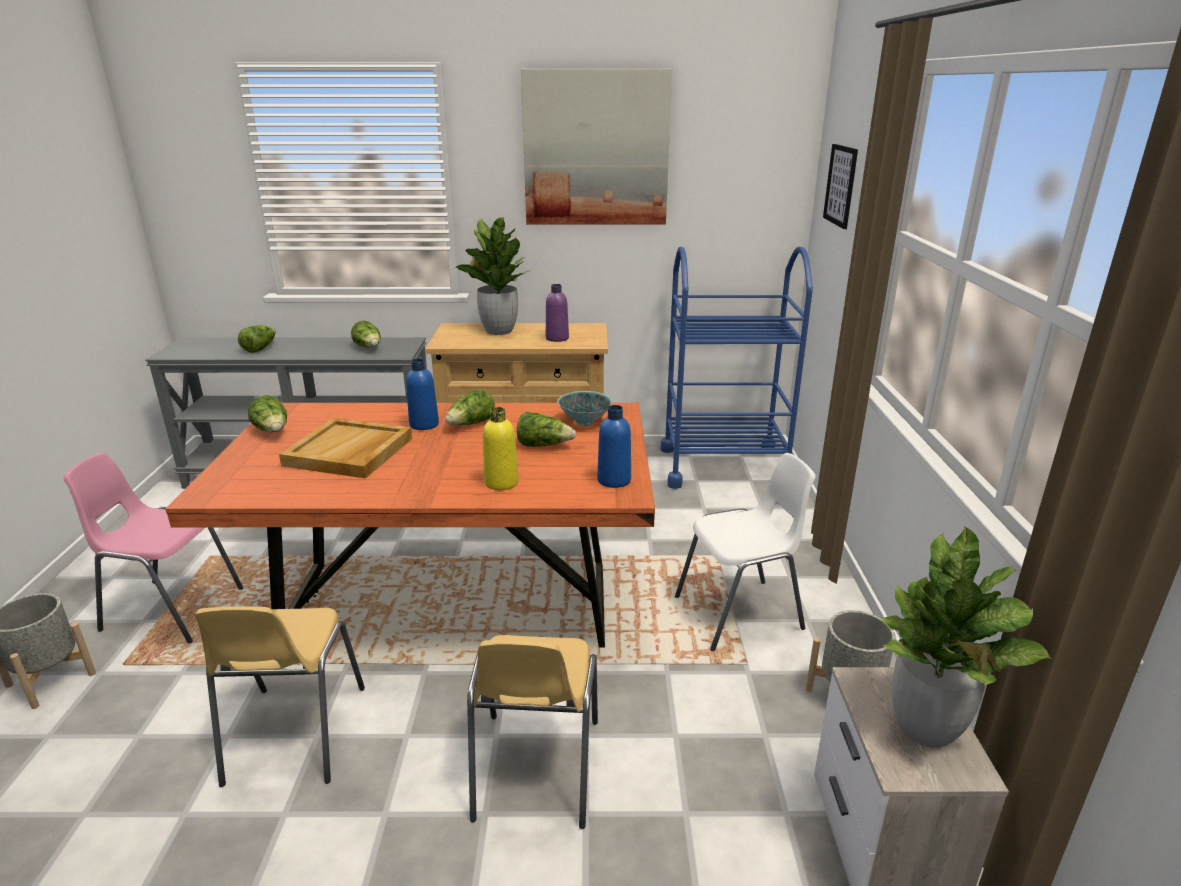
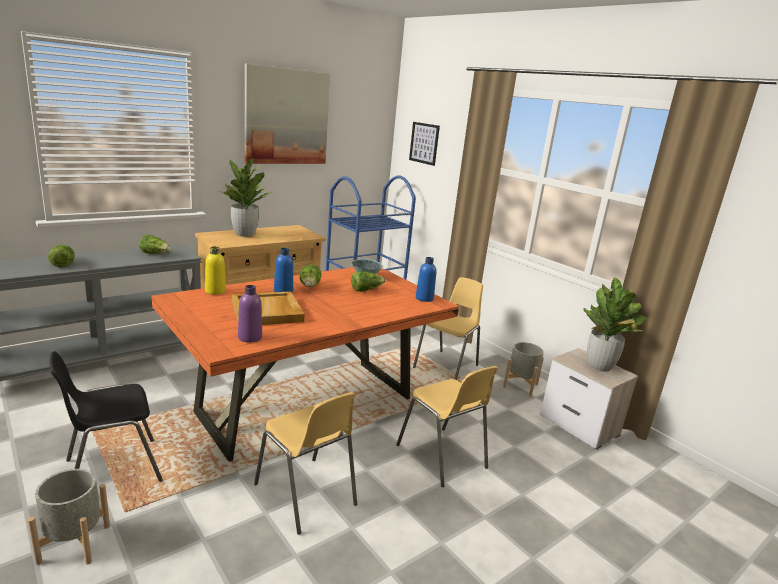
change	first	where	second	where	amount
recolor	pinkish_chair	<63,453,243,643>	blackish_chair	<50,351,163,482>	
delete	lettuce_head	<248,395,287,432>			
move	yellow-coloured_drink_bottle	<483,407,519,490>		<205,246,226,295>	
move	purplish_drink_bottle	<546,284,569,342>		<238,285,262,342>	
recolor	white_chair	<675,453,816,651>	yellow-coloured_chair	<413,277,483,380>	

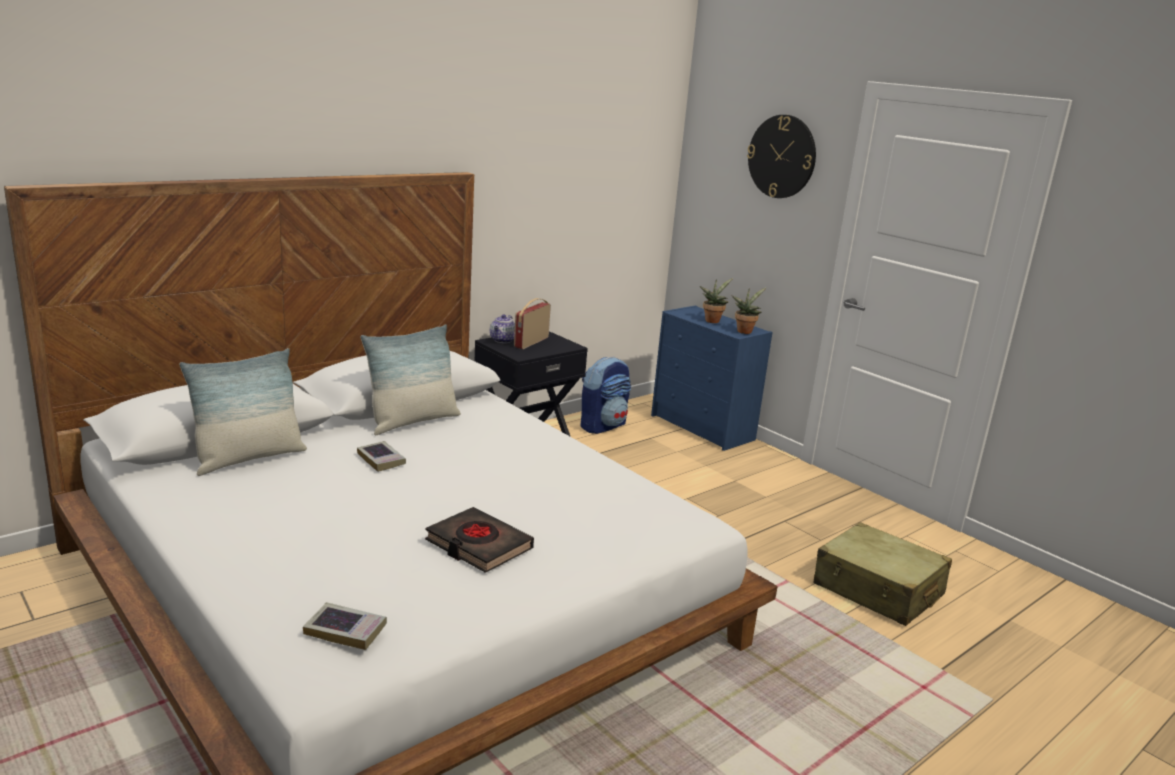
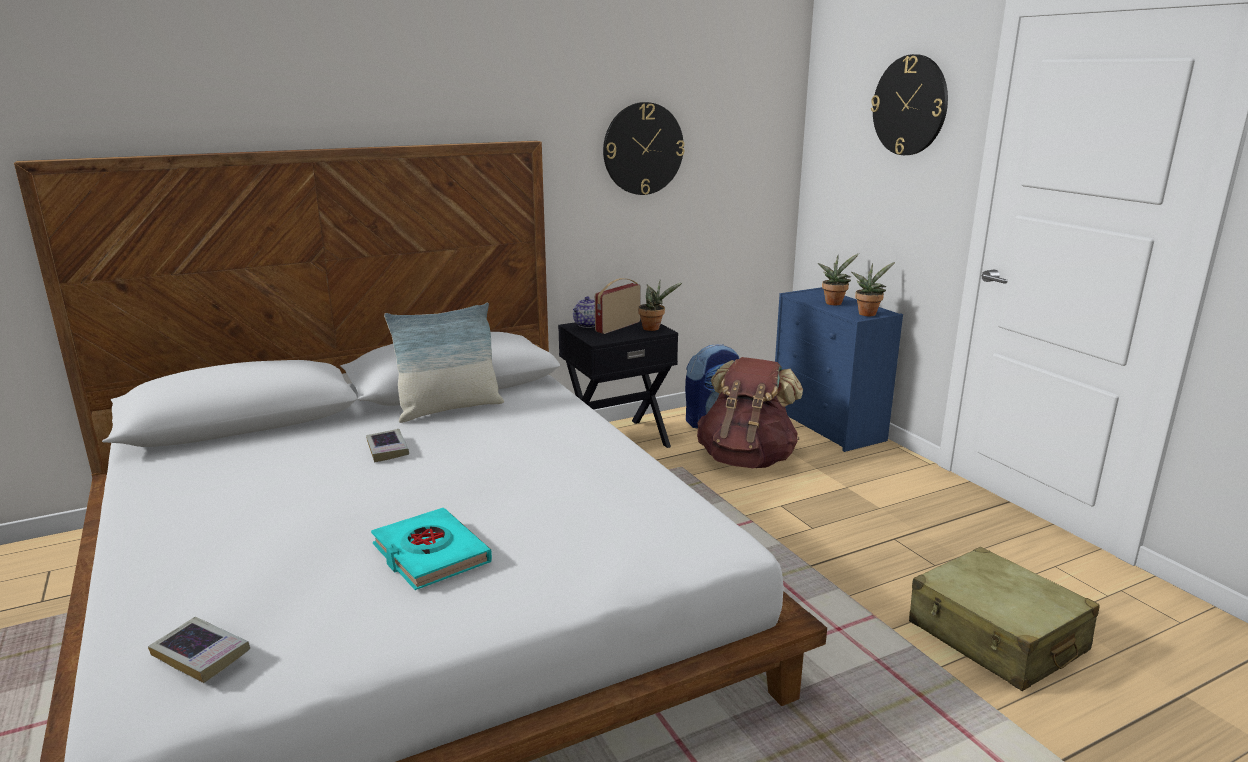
change	first	where	second	where	amount
delete	cushion	<179,348,307,476>			
recolor	blackish_book	<425,507,534,573>	turquoise-coloured_book	<371,508,492,590>	
insert			clock_on_the_wall	<603,102,684,195>	
insert			plant_in_a_pot	<638,280,683,331>	
insert			brown_backpack	<697,357,803,468>	

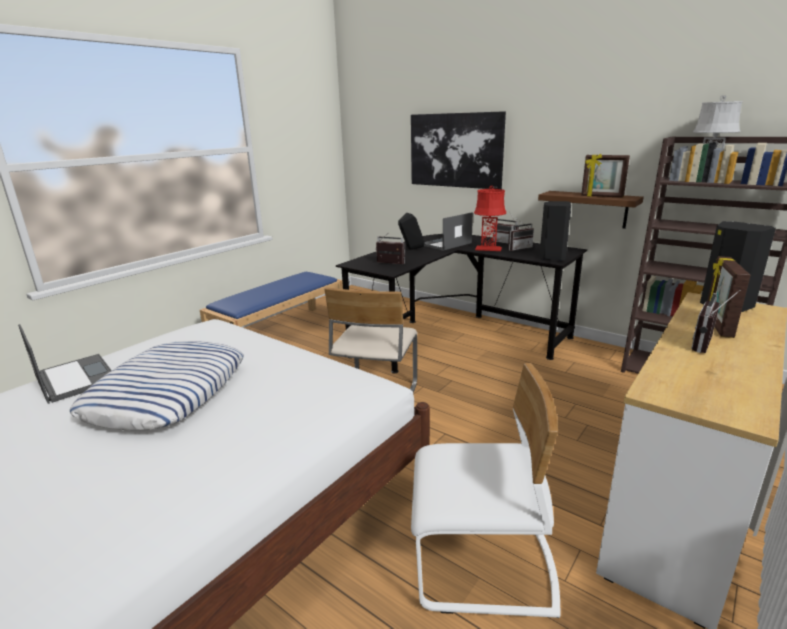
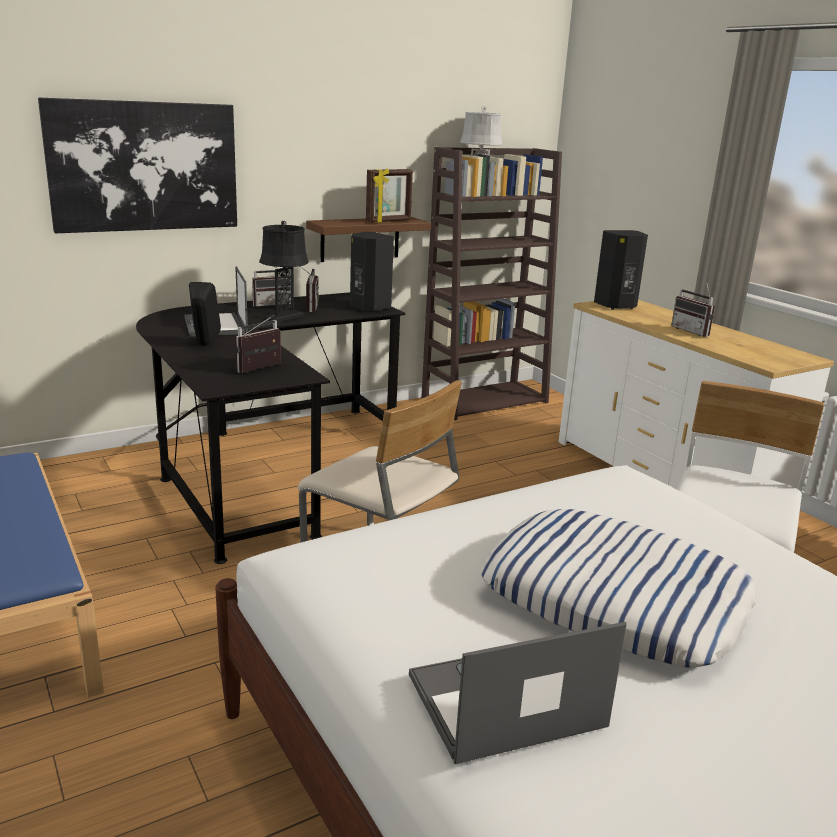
change	first	where	second	where	amount
recolor	red-coloured_tabletop_lamp	<474,186,506,251>	blackish_tabletop_lamp	<259,221,309,322>	
delete	photo_frame	<707,256,751,338>			

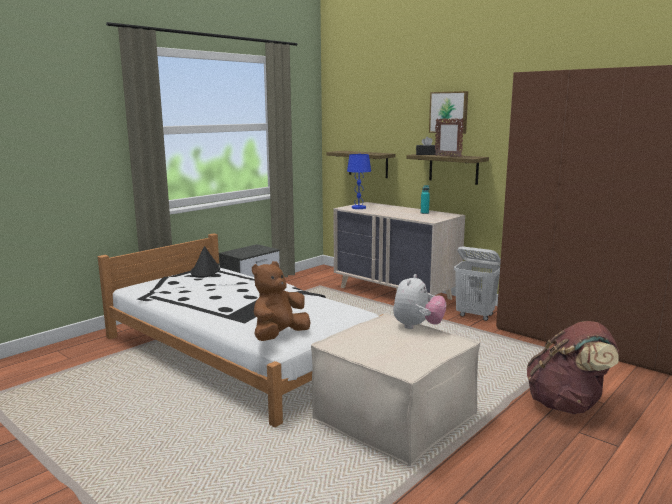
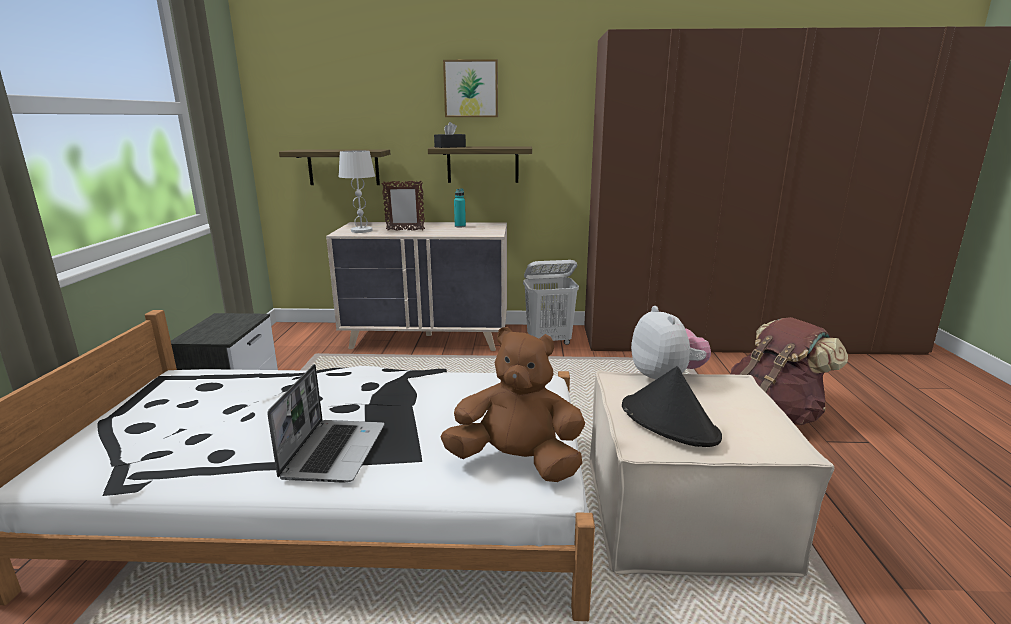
change	first	where	second	where	amount
move	blackish_hat	<191,246,220,278>		<622,366,722,447>	
rotate	brown_cuddly_toy	<252,261,311,341>		<441,327,585,482>	105 degrees clockwise
recolor	blue-coloured_tabletop_lamp	<347,154,371,209>	white_tabletop_lamp	<339,151,375,233>	
move	photo_frame	<435,118,464,157>		<382,181,425,231>	
insert			laptop	<267,364,384,483>	

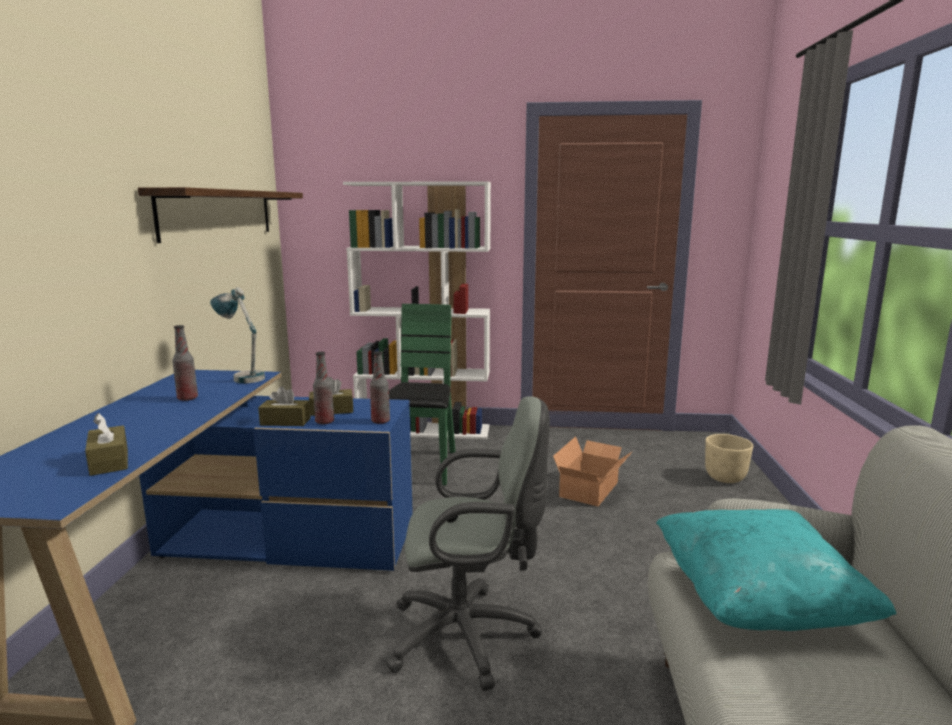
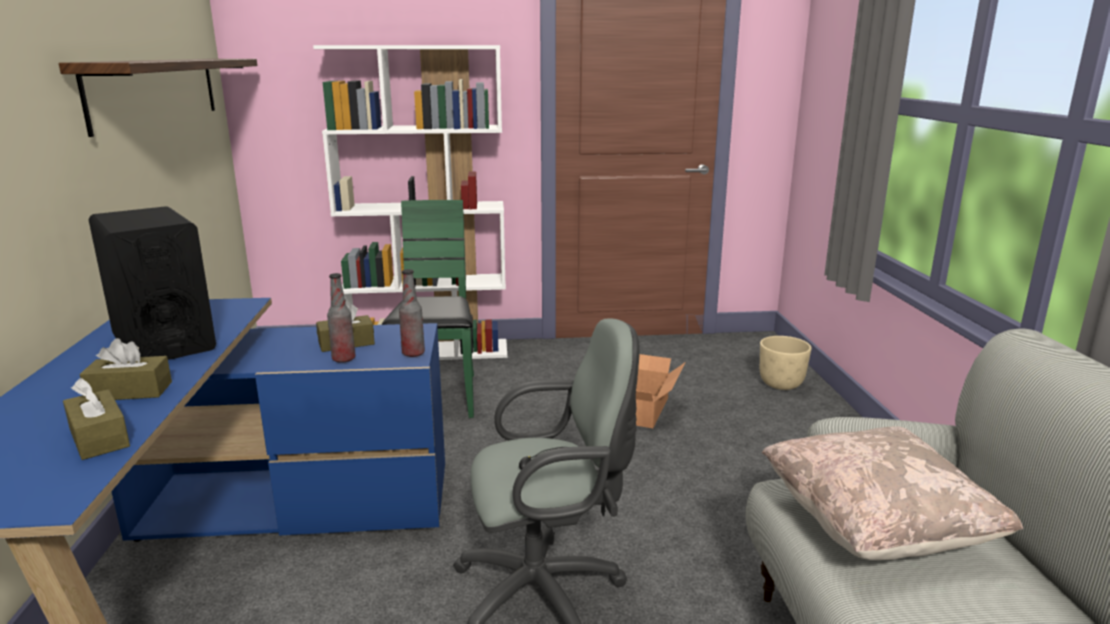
change	first	where	second	where	amount
replace	drink_bottle	<172,325,198,401>	blackish_speaker	<89,206,216,360>	
delete	tabletop_lamp	<210,287,265,383>			
move	brown_tissue_holder	<258,386,311,426>		<80,338,172,400>	
recolor	turquoise-coloured_cushion	<656,509,896,631>	beige_cushion	<762,426,1023,560>	

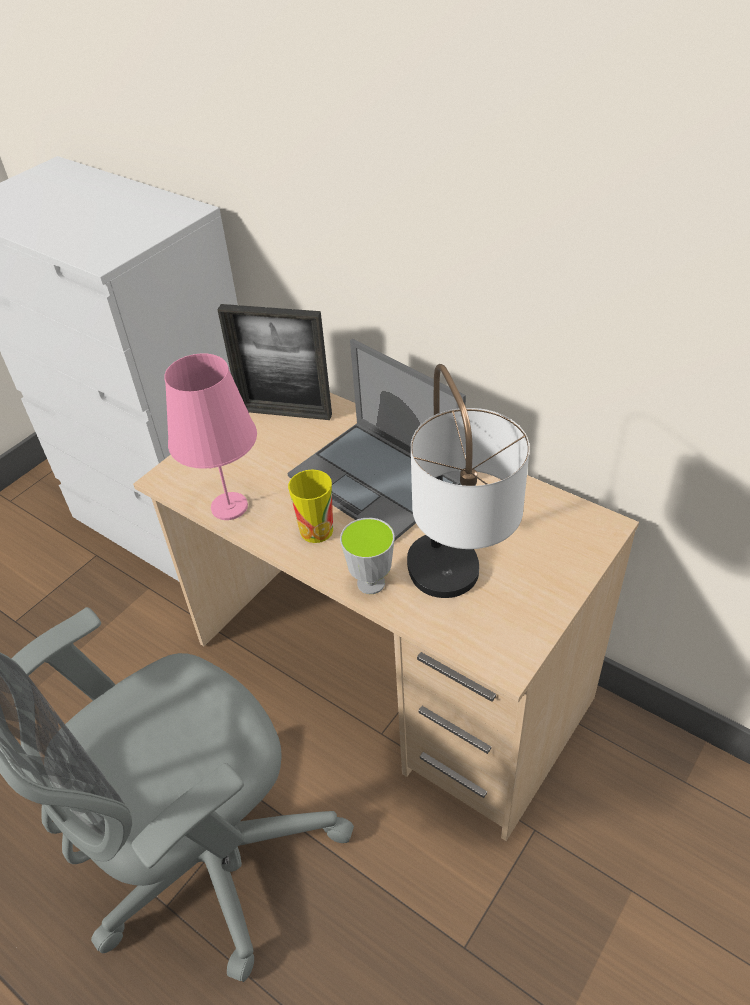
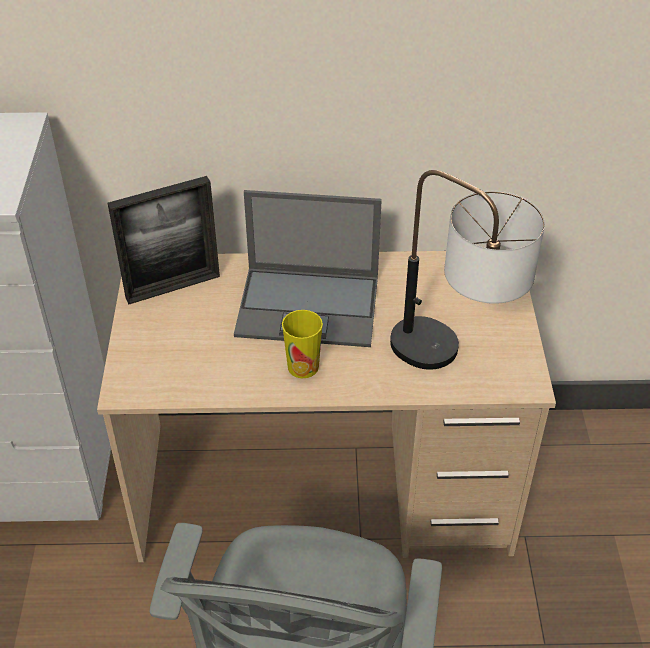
change	first	where	second	where	amount
delete	pinkish_tabletop_lamp	<164,353,257,520>			
delete	drinking_cup	<340,518,395,594>			

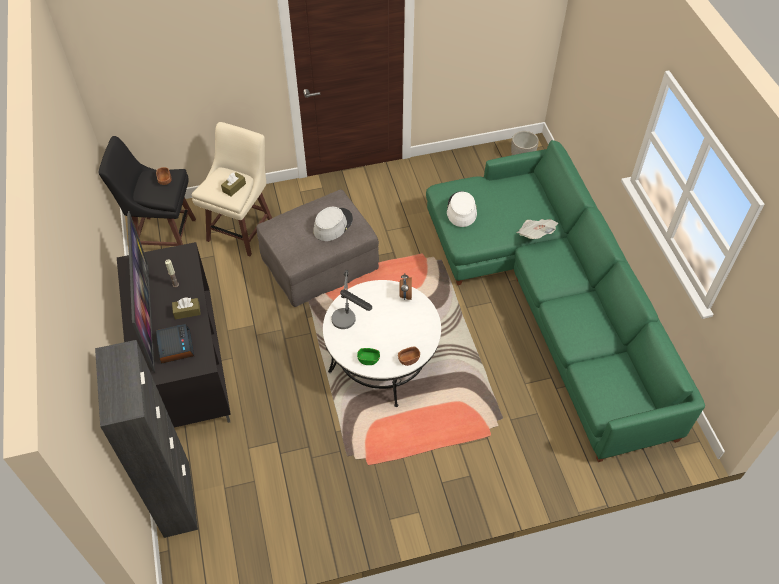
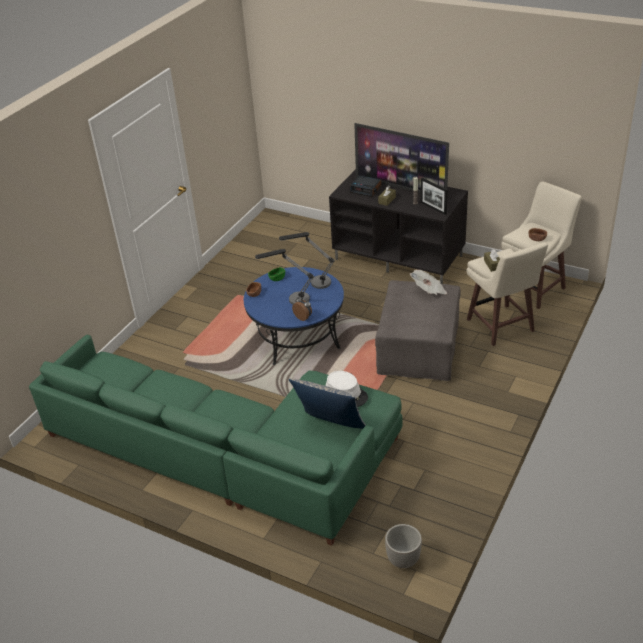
change	first	where	second	where	amount
delete	blackish_cupboard	<95,340,198,538>			
recolor	blackish_stool	<98,136,196,246>	beige_stool	<501,181,582,309>	
delete	gray_hat	<313,207,353,241>			
recolor	white_low_table	<323,280,441,407>	blue-coloured_low_table	<244,267,344,365>	
move	daily_paper	<517,219,558,239>		<410,270,447,295>	
insert			tabletop_lamp	<255,249,314,304>	
insert			cushion	<289,378,366,429>	
insert			photo_frame	<421,178,448,215>	

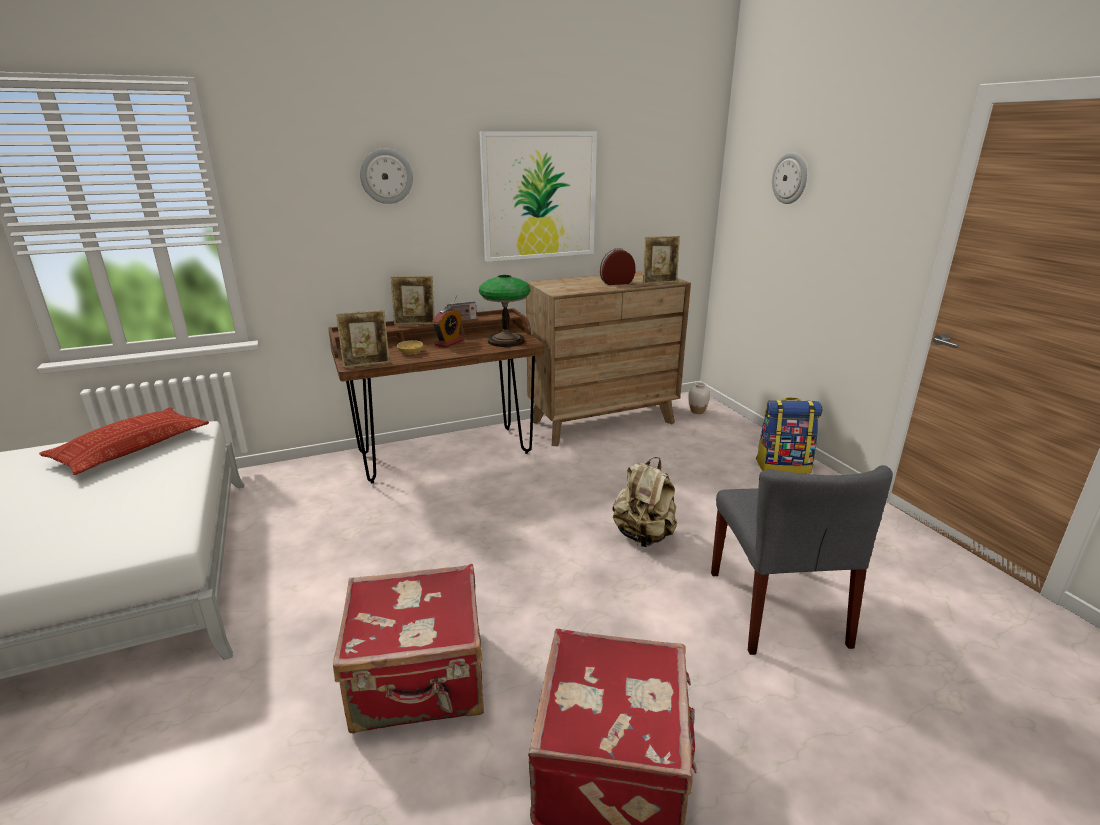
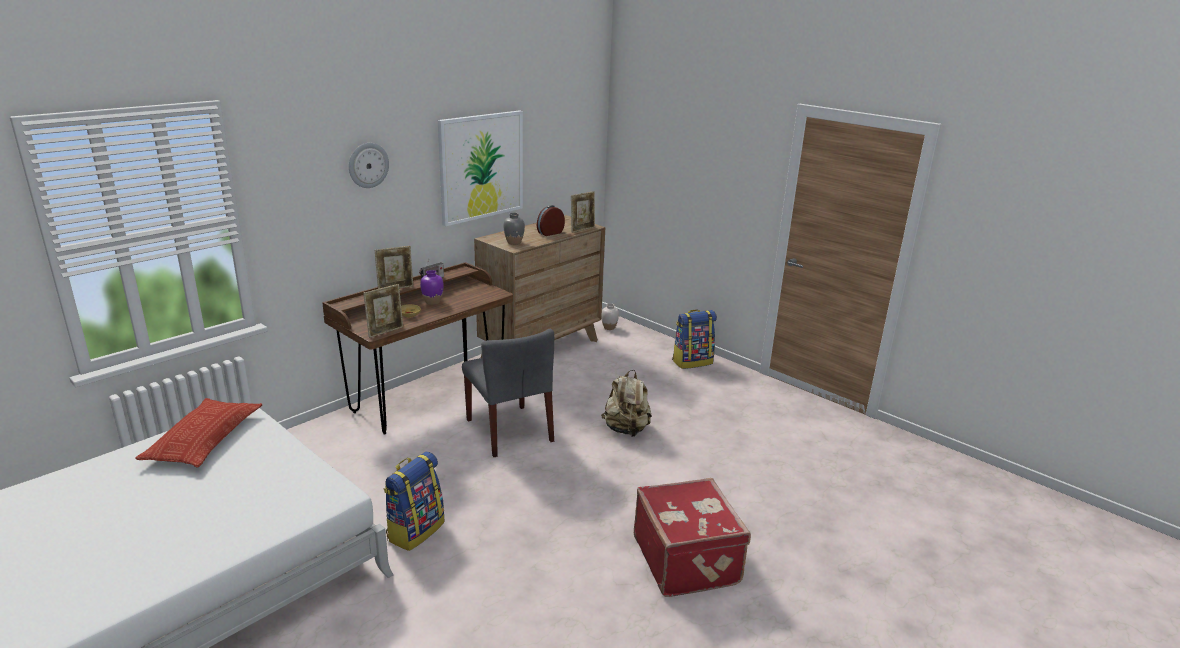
change	first	where	second	where	amount
delete	red-coloured_piece_of_luggage	<333,564,484,734>			
replace	bedside_clock	<432,308,463,348>	purplish_decorative_vase	<420,270,444,305>	
delete	tabletop_lamp	<479,275,530,347>			
move	gray_chair	<711,465,893,655>		<462,329,554,457>	
delete	clock_on_the_wall	<772,152,807,204>			
insert			backpack	<383,451,445,551>	
insert			gray_decorative_vase	<504,213,525,245>	

